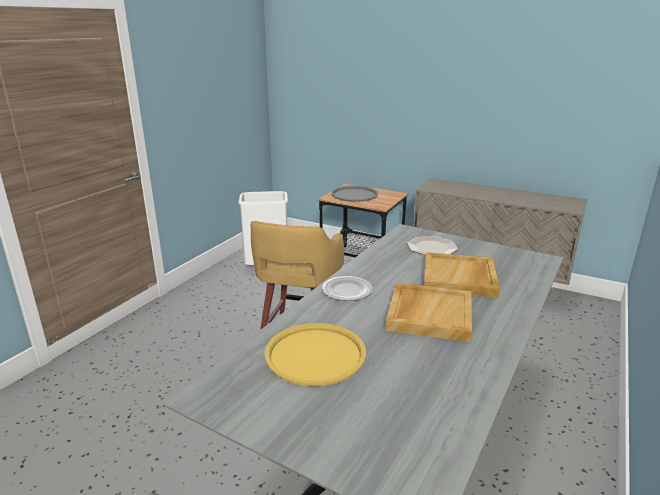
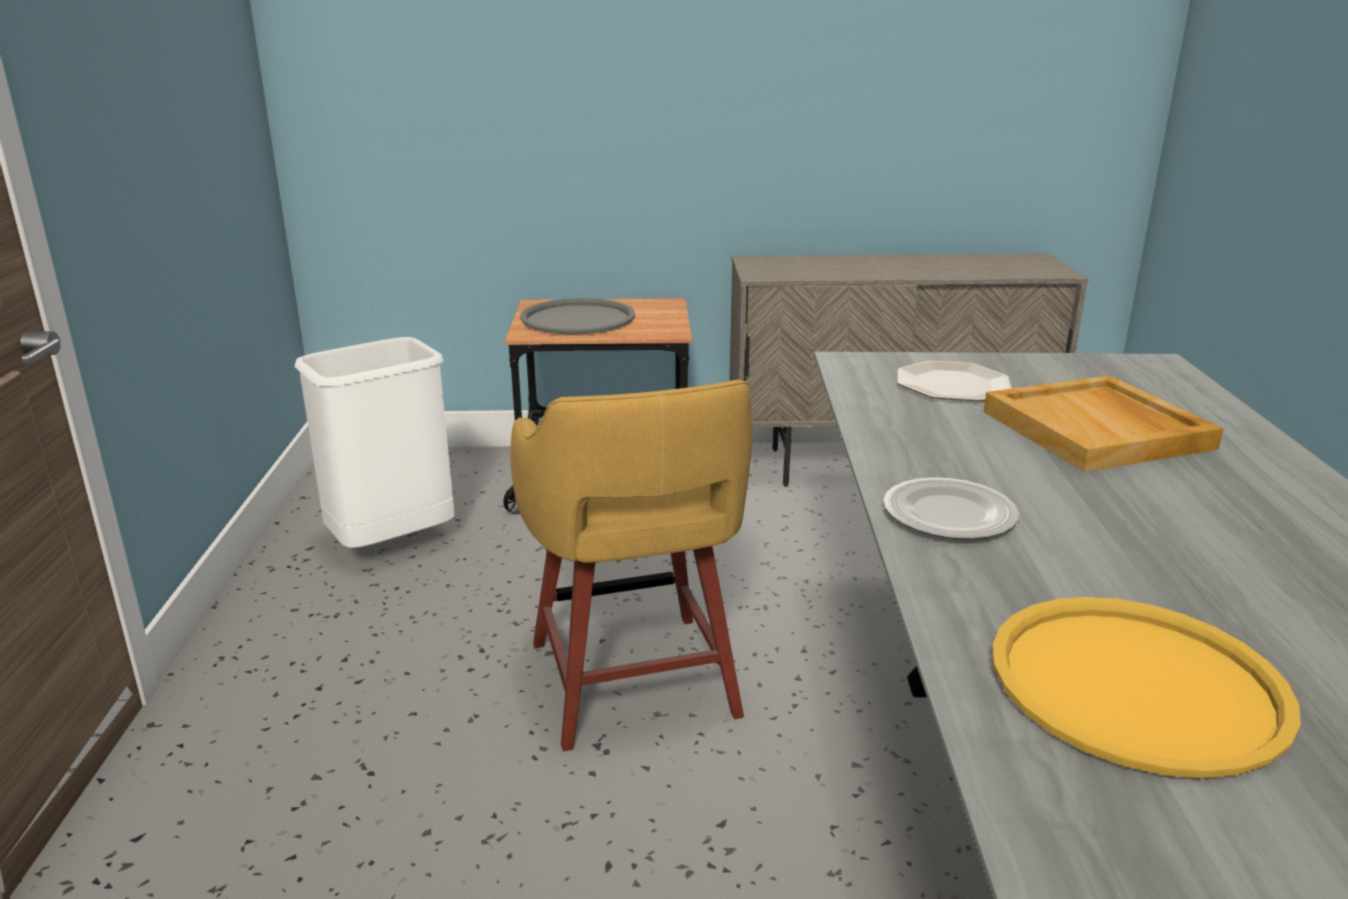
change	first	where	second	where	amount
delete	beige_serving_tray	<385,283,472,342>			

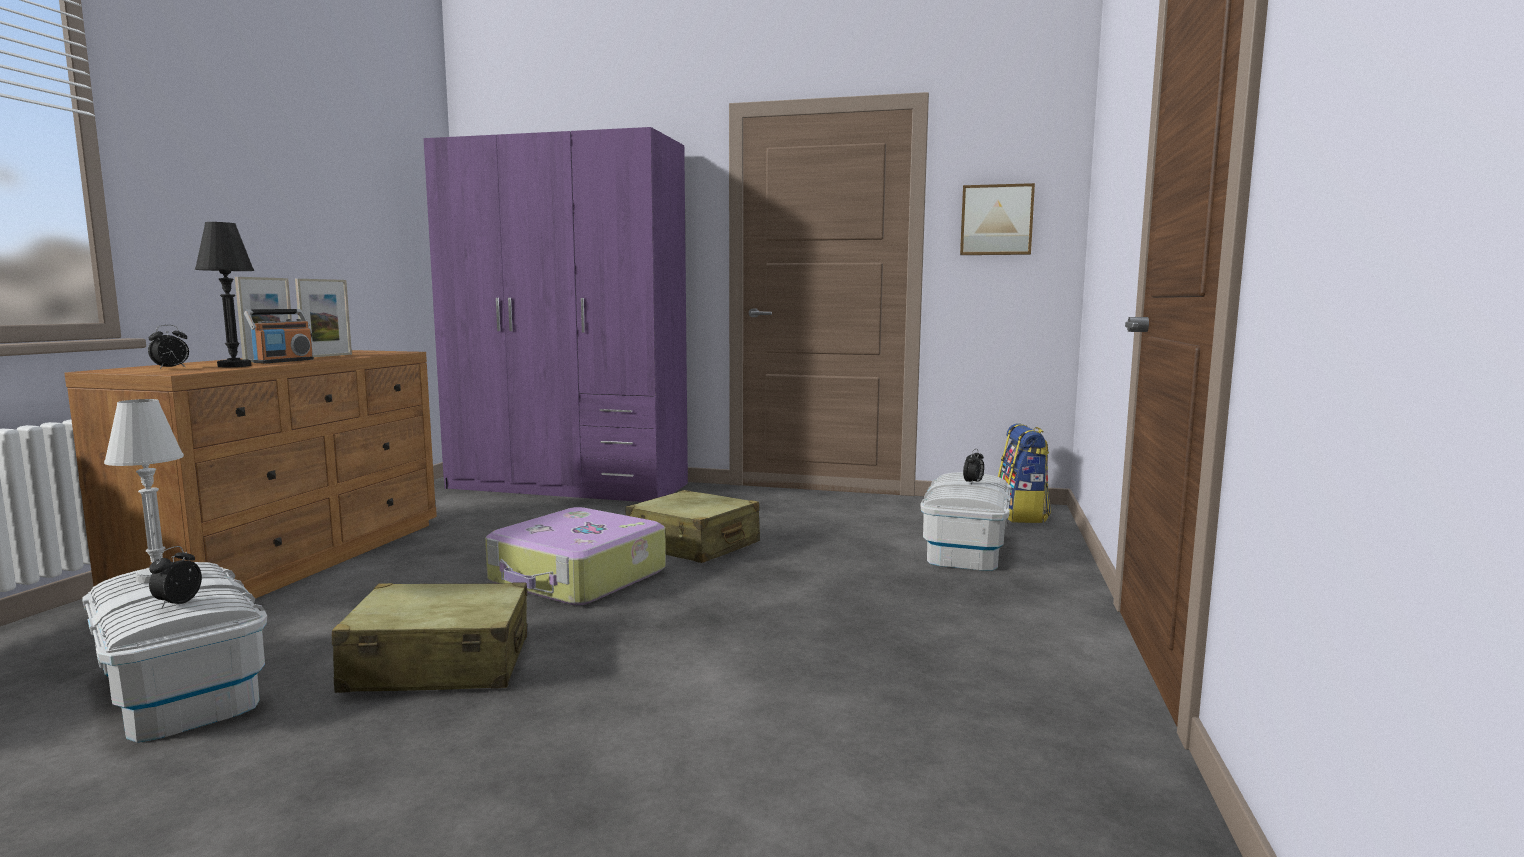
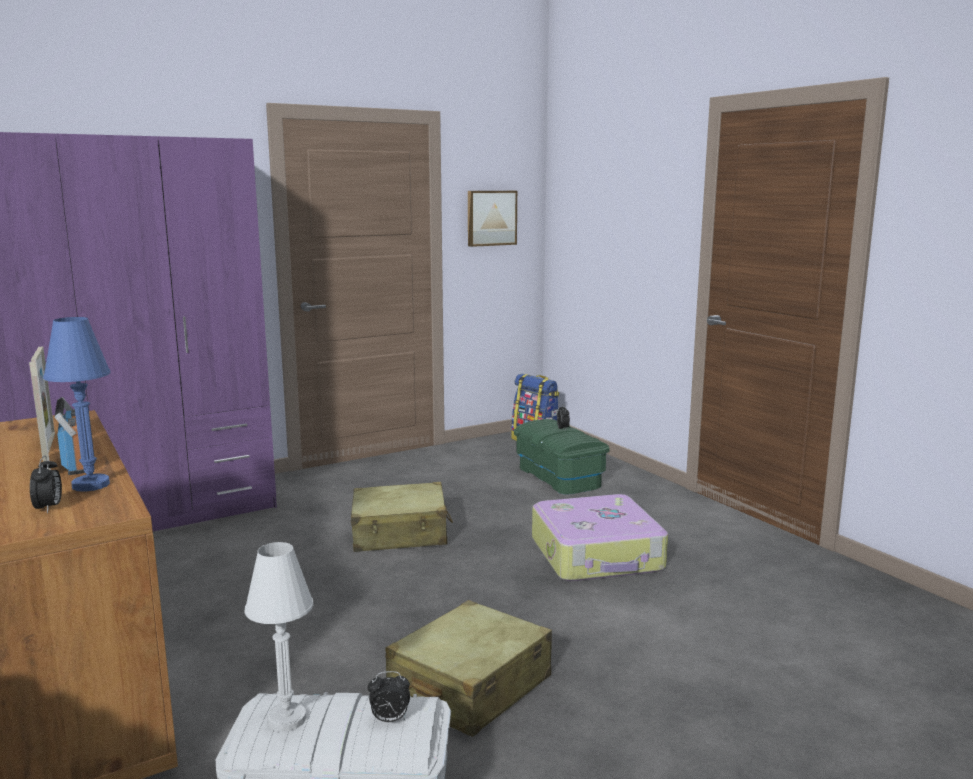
change	first	where	second	where	amount
rotate	bedside_clock	<149,546,202,608>		<368,671,410,722>	60 degrees counterclockwise
recolor	blackish_tabletop_lamp	<195,222,254,367>	blue-coloured_tabletop_lamp	<43,317,111,492>	
move	piece_of_luggage	<485,507,666,605>		<532,494,668,581>	
recolor	white_storage_box	<920,472,1011,571>	green_storage_box	<514,419,610,495>	

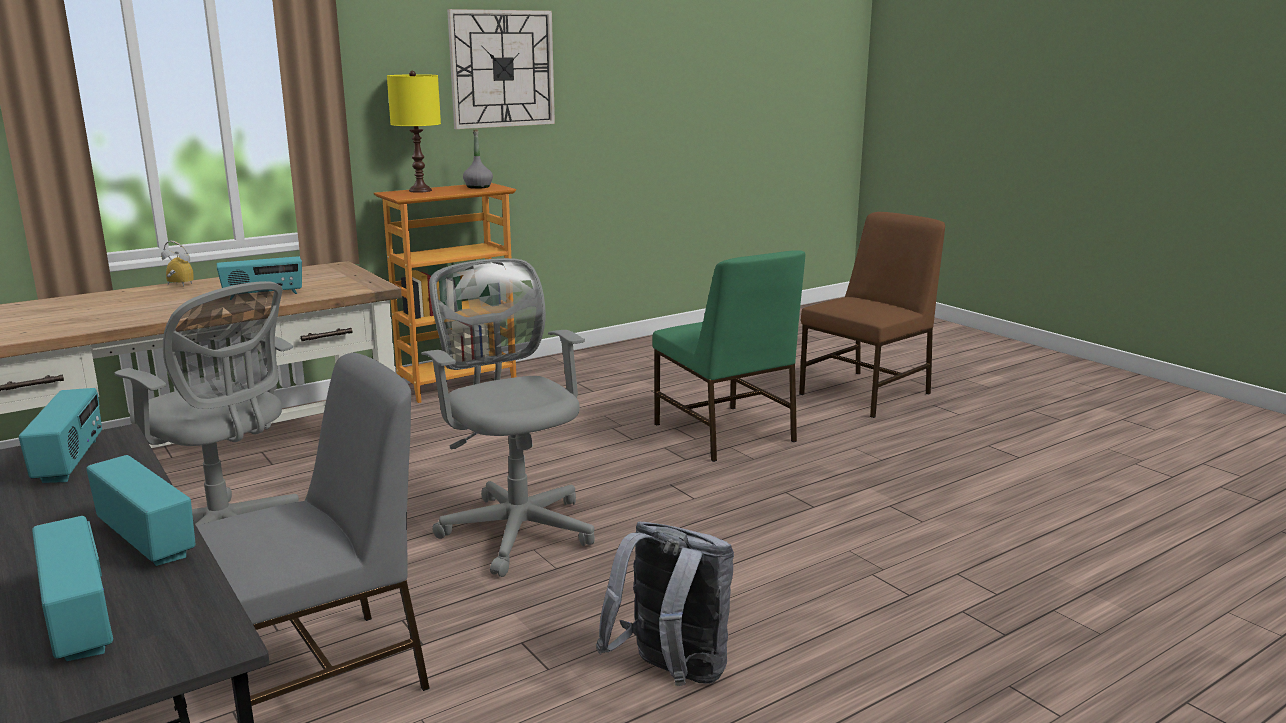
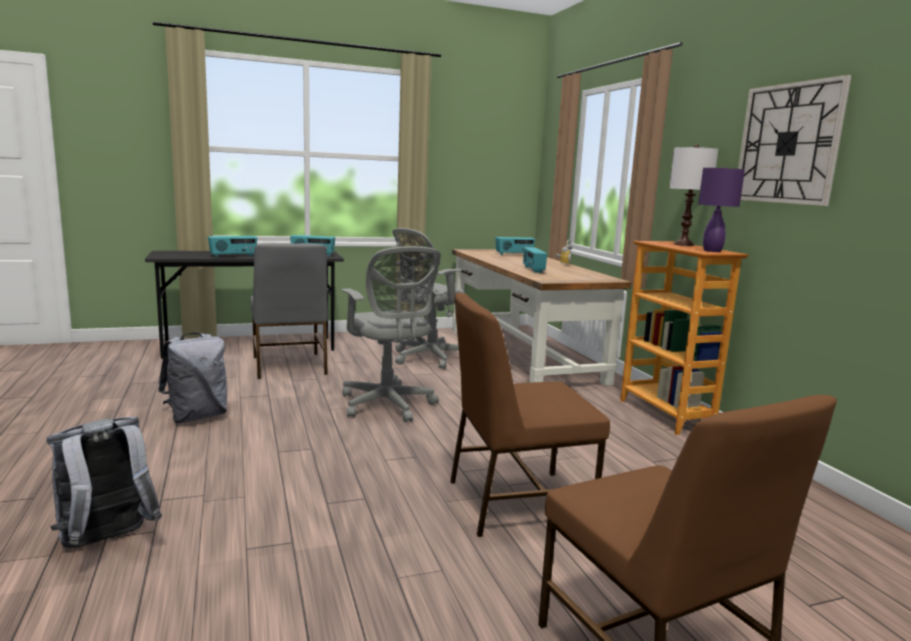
change	first	where	second	where	amount
move	radio	<32,516,113,661>		<496,237,535,255>	
recolor	yellow-coloured_tabletop_lamp	<387,71,441,193>	white_tabletop_lamp	<669,145,719,246>	
rotate	gray_desk_chair	<421,258,595,577>		<342,246,444,423>	75 degrees clockwise
replace	gray_drink_bottle	<463,129,493,189>	purplish_tabletop_lamp	<698,167,745,252>	
recolor	green_chair	<652,250,805,462>	brown_chair	<450,292,610,537>	
insert			gray_backpack	<47,417,162,548>	

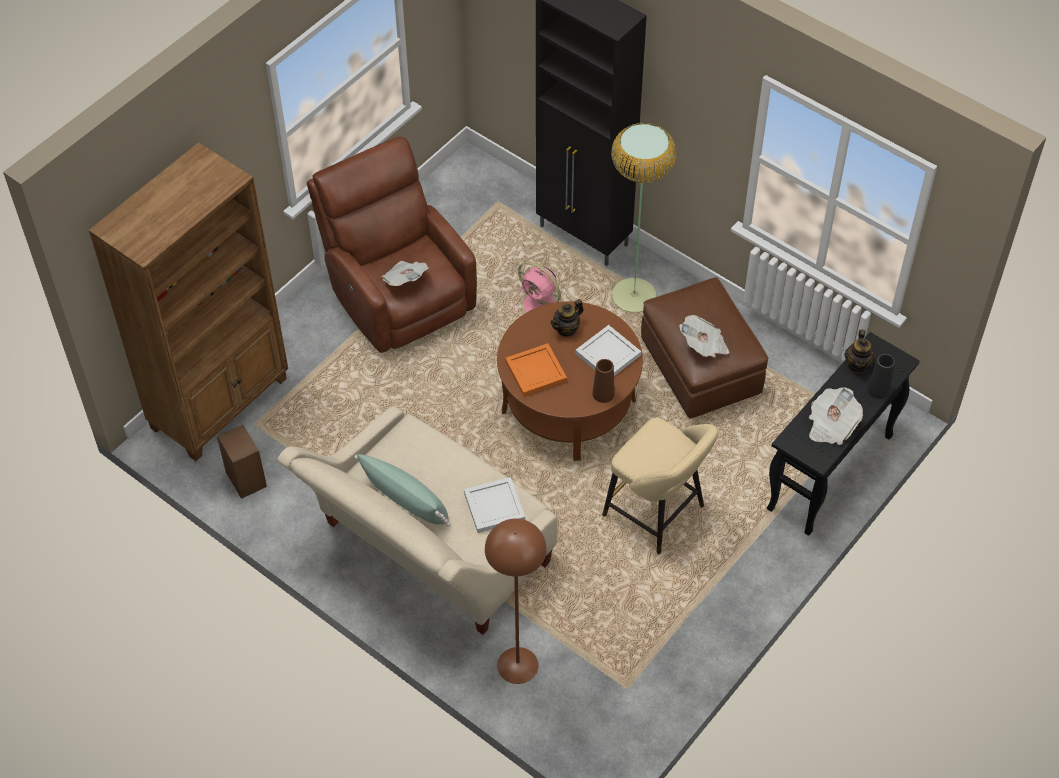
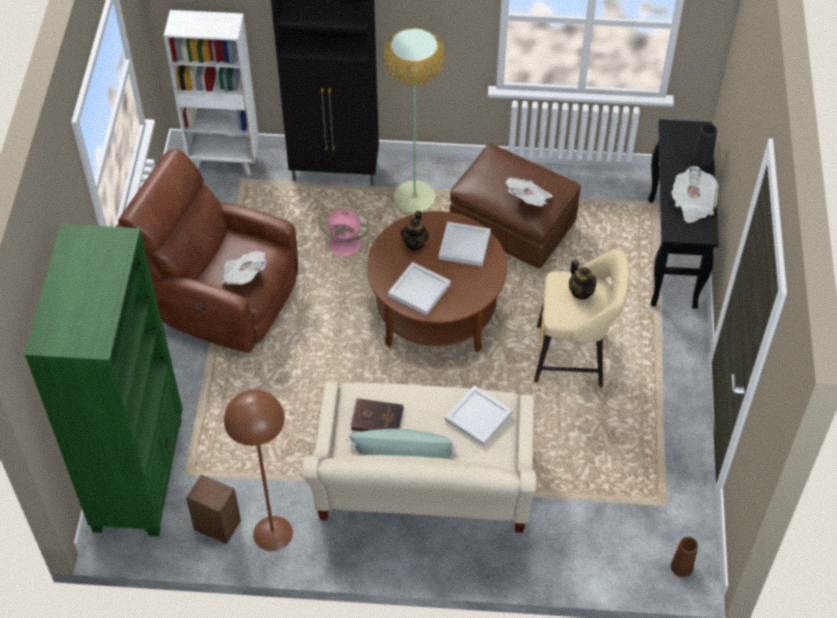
change	first	where	second	where	amount
recolor	brown_bookcase	<89,142,288,461>	green_bookcase	<25,224,183,536>	
move	brown_standard_lamp	<485,519,547,684>		<224,389,293,551>	
recolor	orange_serving_tray	<505,343,567,396>	white_serving_tray	<388,262,451,316>	
move	brown_decorative_vase	<592,359,615,403>		<671,537,698,577>	
move	pot_for_tea	<844,330,876,373>		<569,260,596,299>	
insert			white_bookcase	<164,10,259,176>	
insert			brown_book	<350,398,404,431>	

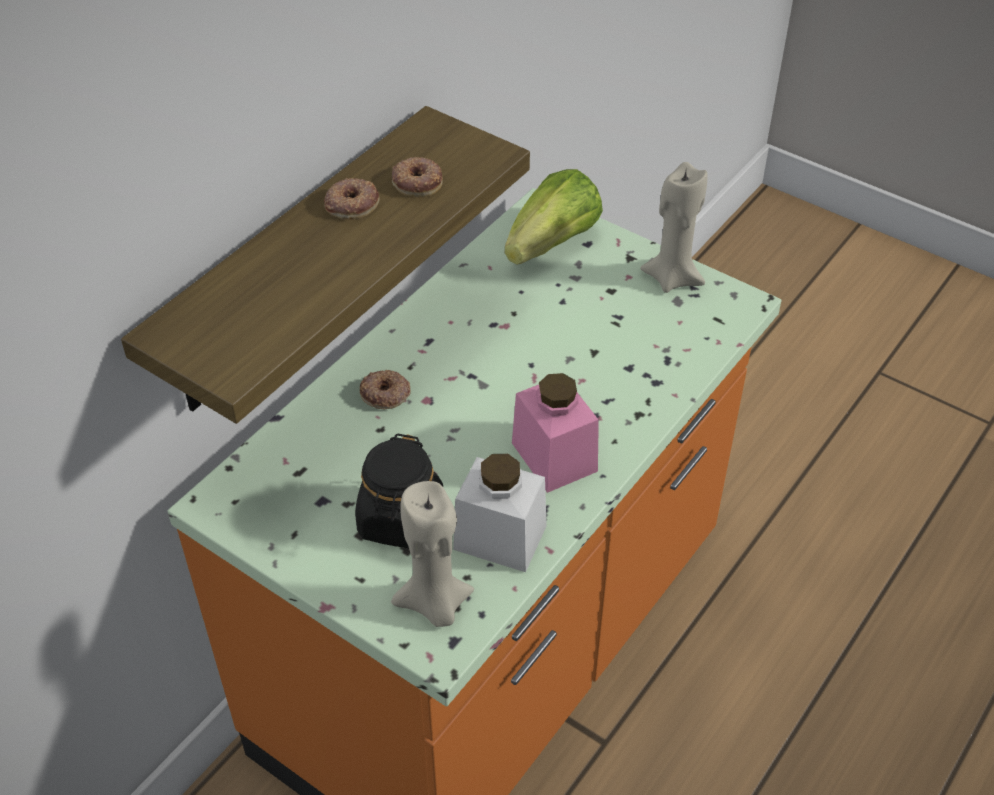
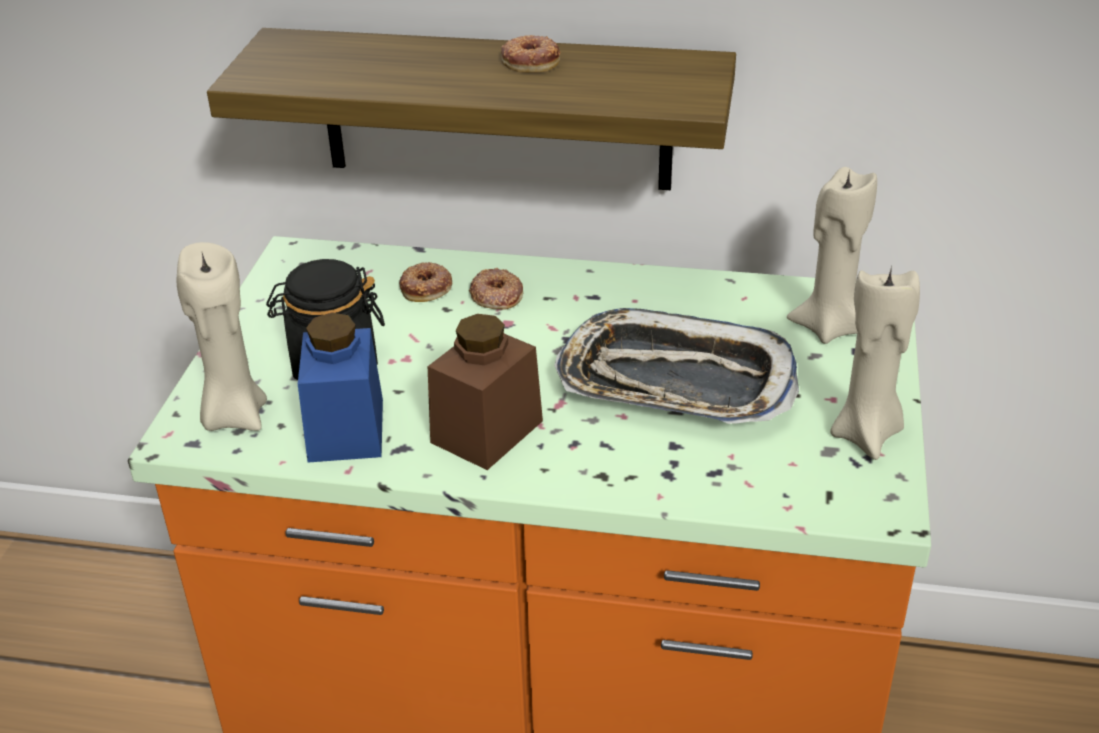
change	first	where	second	where	amount
move	donut	<392,157,443,197>		<399,262,452,302>	
recolor	white_preserve_jar	<453,454,547,572>	blue-coloured_preserve_jar	<298,313,383,462>	
replace	lettuce_head	<504,169,603,265>	beige_wax_light	<787,167,877,344>	
recolor	pinkish_preserve_jar	<512,373,599,493>	brown_preserve_jar	<428,314,543,470>	
insert			serving_tray	<554,308,799,424>	

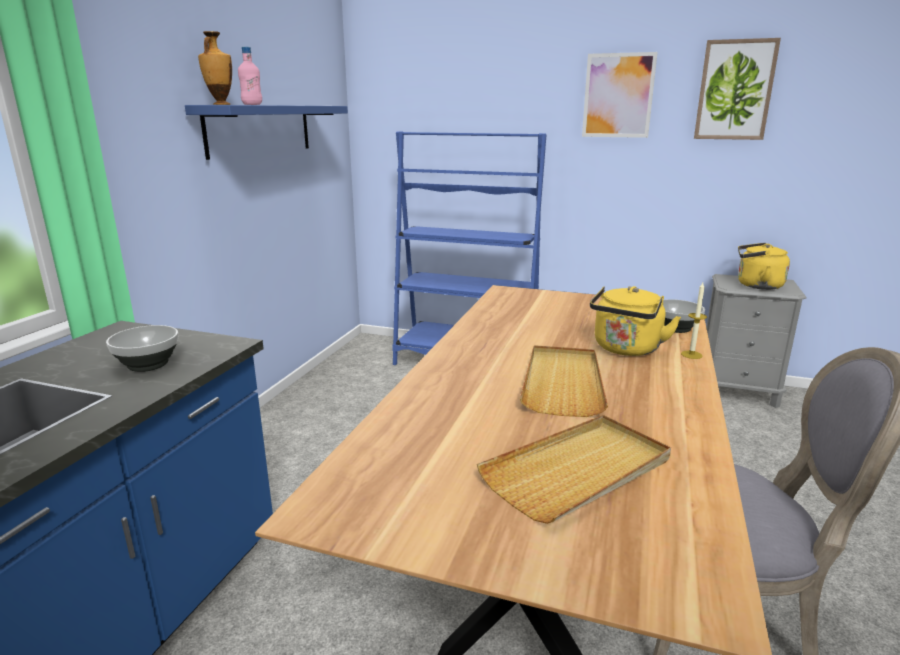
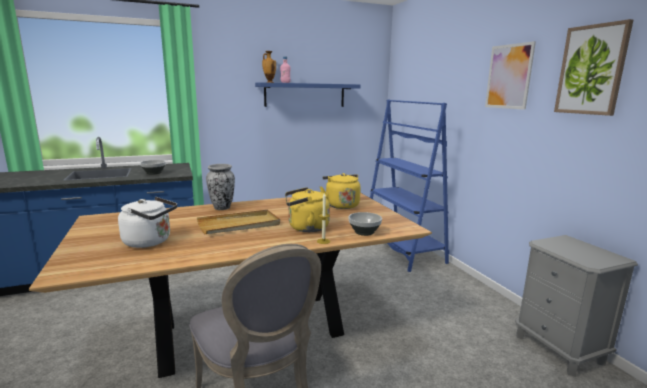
change	first	where	second	where	amount
replace	beige_serving_tray	<477,415,671,524>	white_kettle	<118,197,177,248>	
move	yellow-coloured_kettle	<738,243,790,290>		<320,173,361,209>	
insert			decorative_vase	<206,164,235,210>	

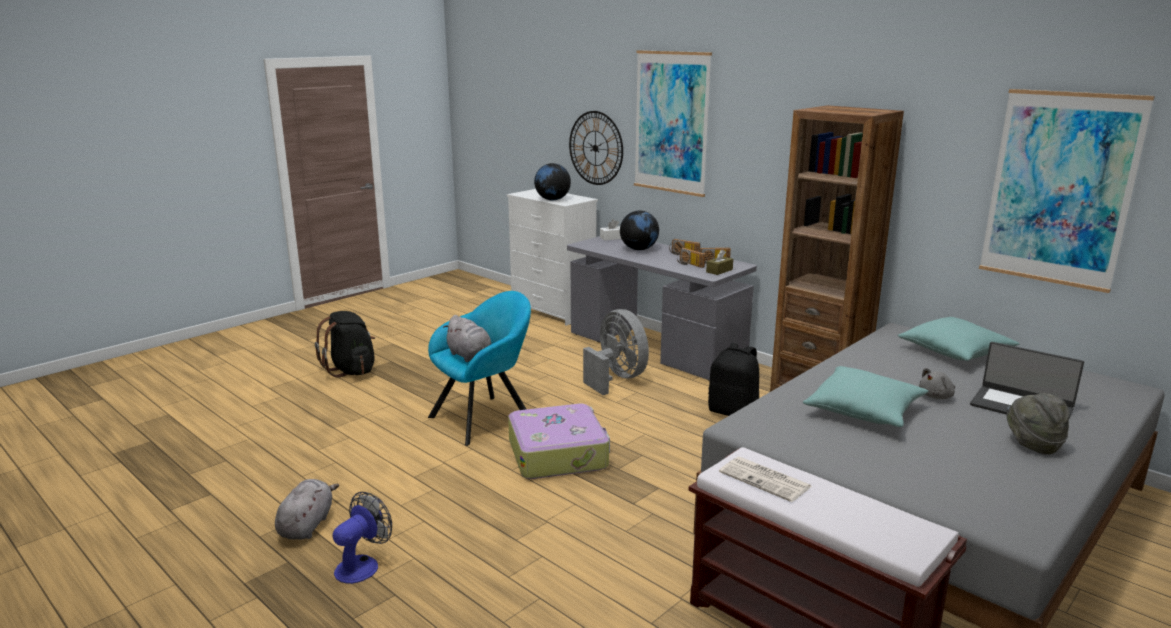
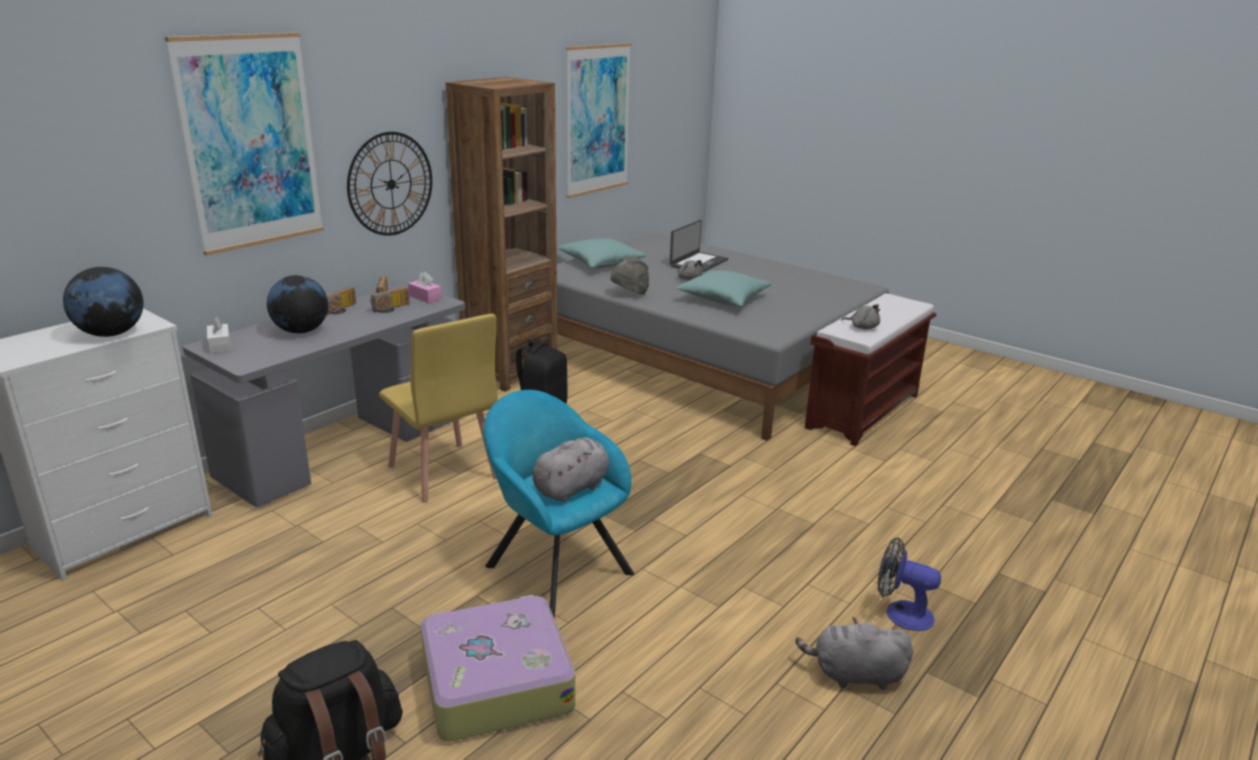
change	first	where	second	where	amount
move	piece_of_luggage	<508,403,610,479>		<421,595,575,742>	
move	clock_on_the_wall	<569,111,623,185>		<347,132,432,236>	
replace	gray_cooling_fan	<583,309,649,395>	yellow-coloured_chair	<379,314,498,503>	
recolor	brown_tissue_holder	<706,249,733,275>	pinkish_tissue_holder	<408,272,442,303>	
replace	daily_paper	<719,457,812,502>	gray_cuddly_toy	<841,304,880,329>	
move	gray_hat	<1007,393,1070,455>		<610,256,649,294>	

